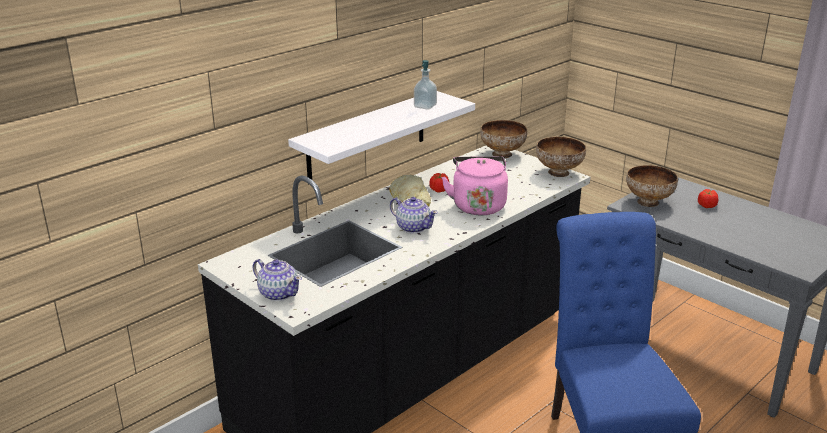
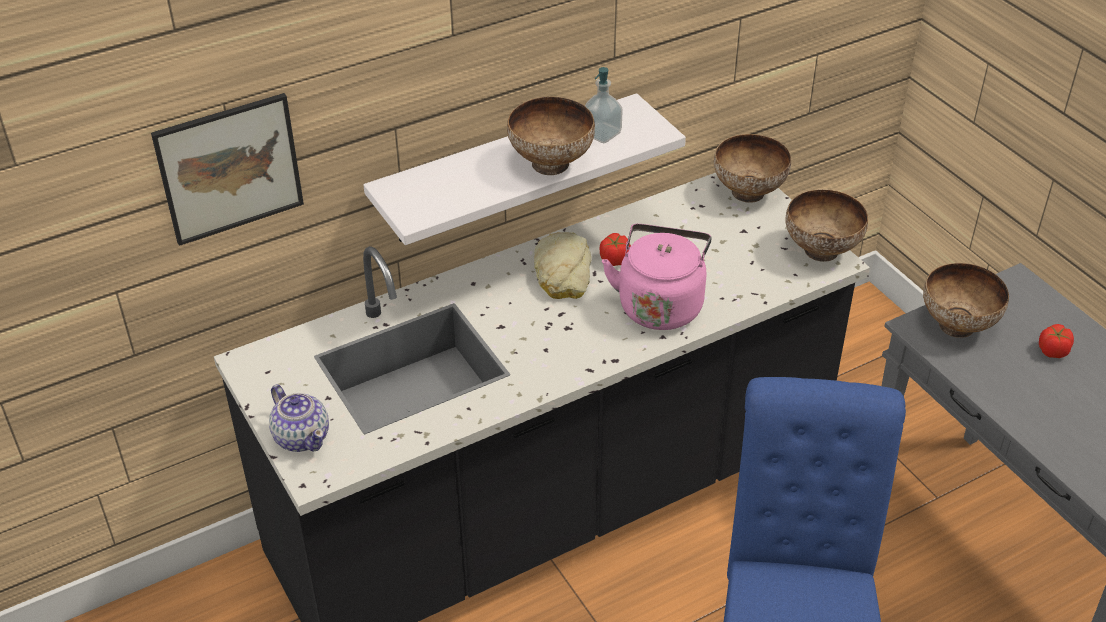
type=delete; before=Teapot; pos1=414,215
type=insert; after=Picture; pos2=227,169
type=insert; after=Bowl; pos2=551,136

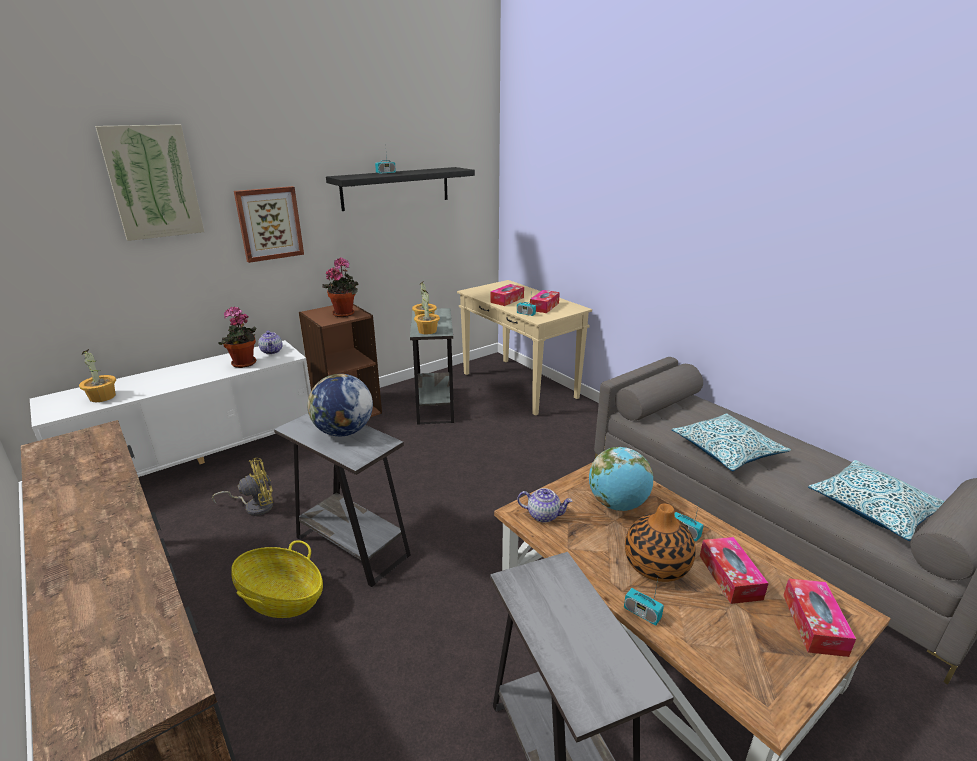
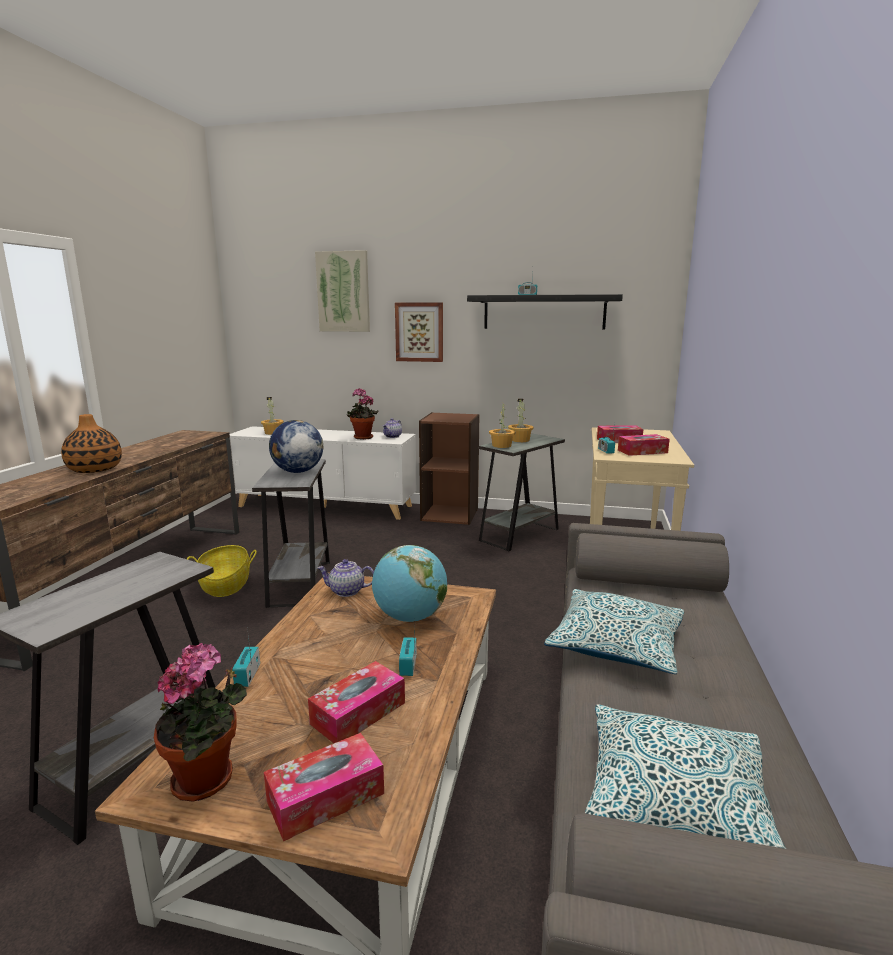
type=delete; before=YellowFan; pos1=242,487
type=move; before=PottedPlant; pos1=340,287; pos2=200,722
type=move; before=Vase; pos1=660,542; pos2=91,443
type=rotate; before=Teapot; pos1=544,505; pos2=345,578; turn=120

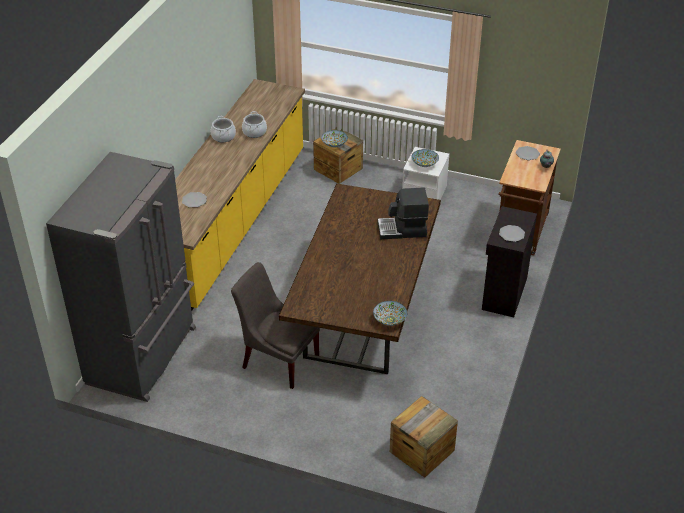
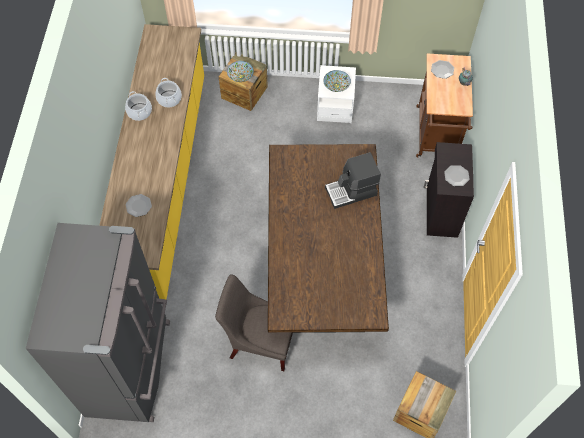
type=delete; before=Bowl; pos1=390,313

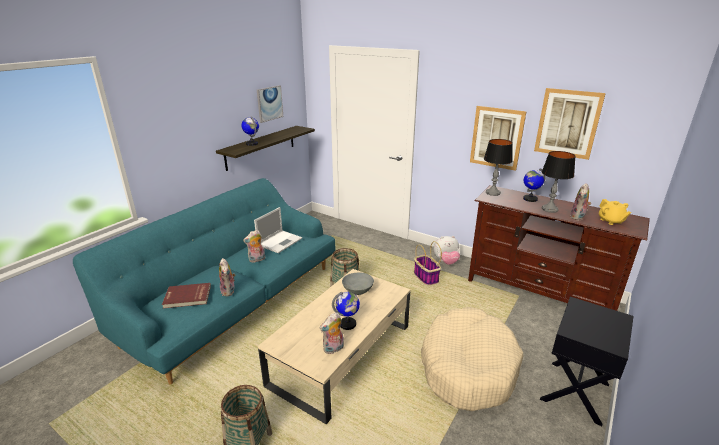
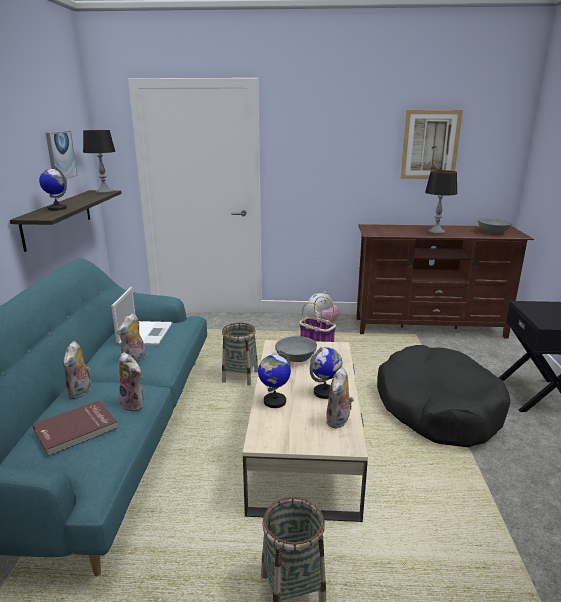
type=delete; before=Picture; pos1=498,138
type=move; before=TableLamp; pos1=498,167; pos2=99,162
type=move; before=Globe; pos1=534,185; pos2=274,379
type=move; before=PlushToy; pos1=580,201; pos2=77,370
type=replace; before=YellowTeapot; after=GreyBowl; pos1=615,212; pos2=495,225
type=recolor; before=BeigeDogBed; after=BlackDogBed; pos1=472,359; pos2=443,396

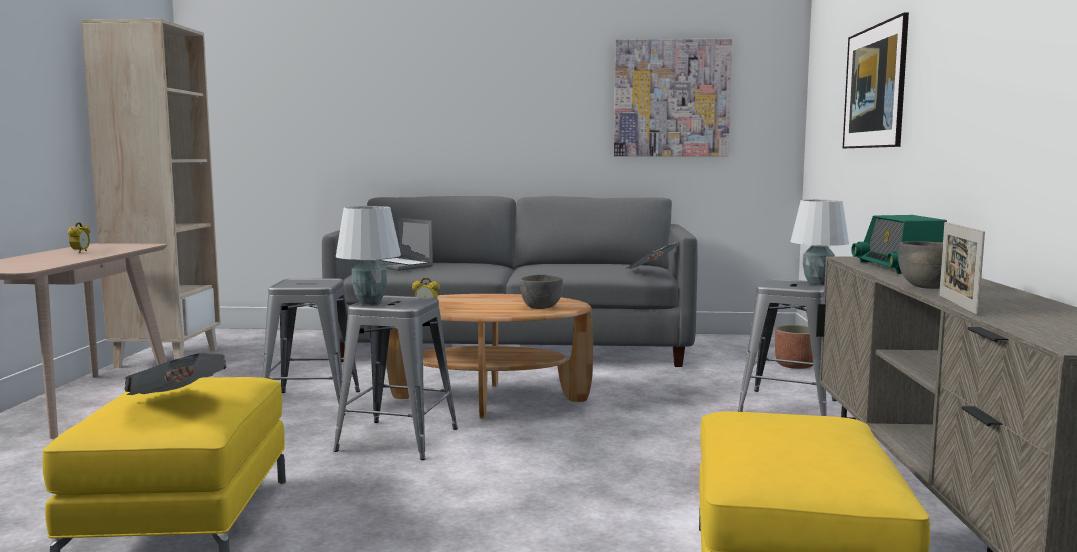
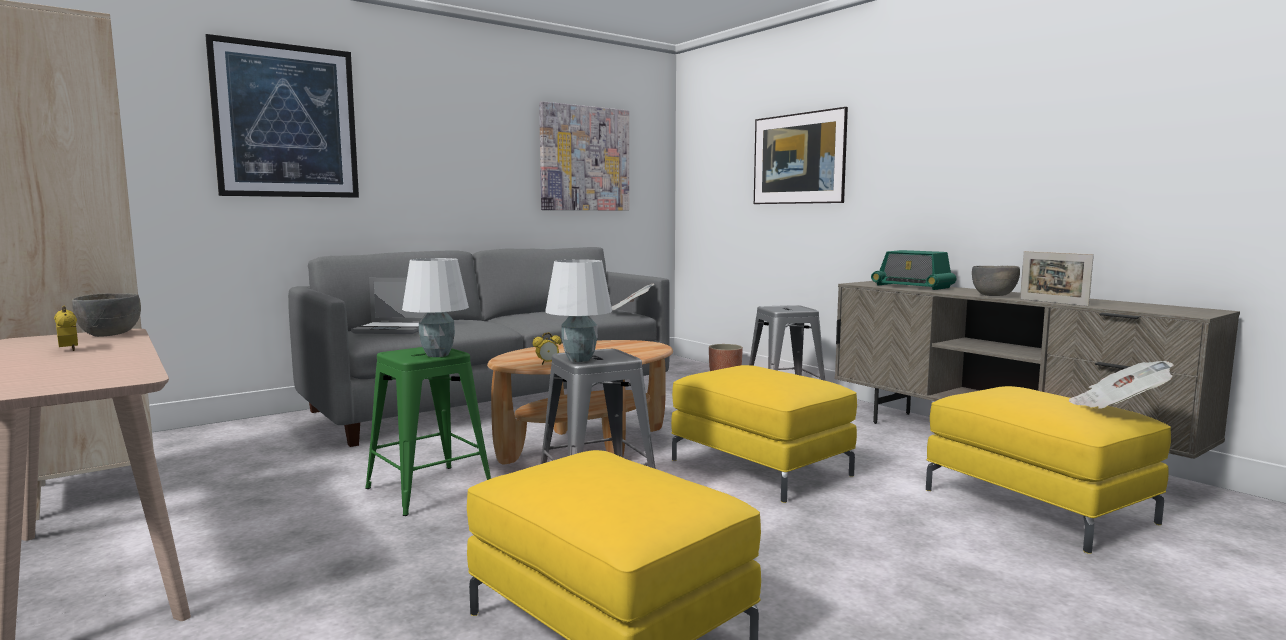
type=insert; after=Picture; pos2=282,116
type=insert; after=YellowOttoman; pos2=764,434
type=move; before=Newspaper; pos1=175,374; pos2=1121,385
type=move; before=GreyBowl; pos1=541,291; pos2=106,315
type=move; before=WhiteTableLamp; pos1=819,242; pos2=435,307
type=recolor; before=GreyStool; after=GreenStool; pos1=311,347; pos2=428,431

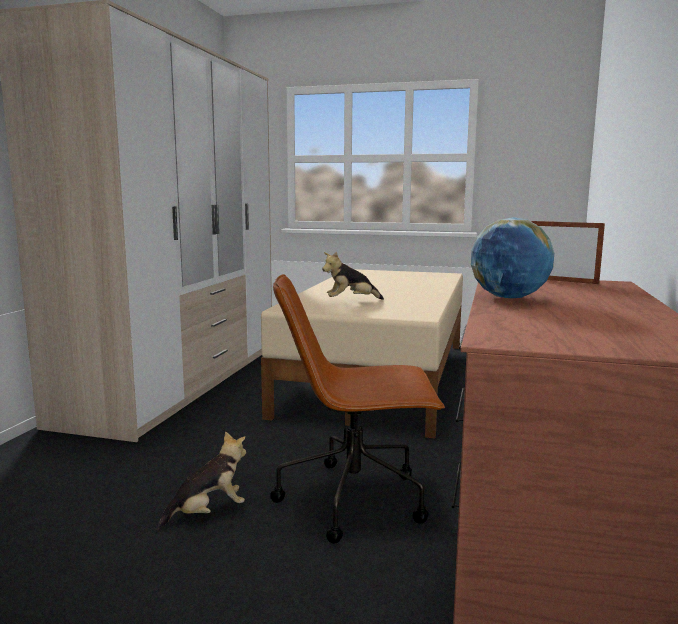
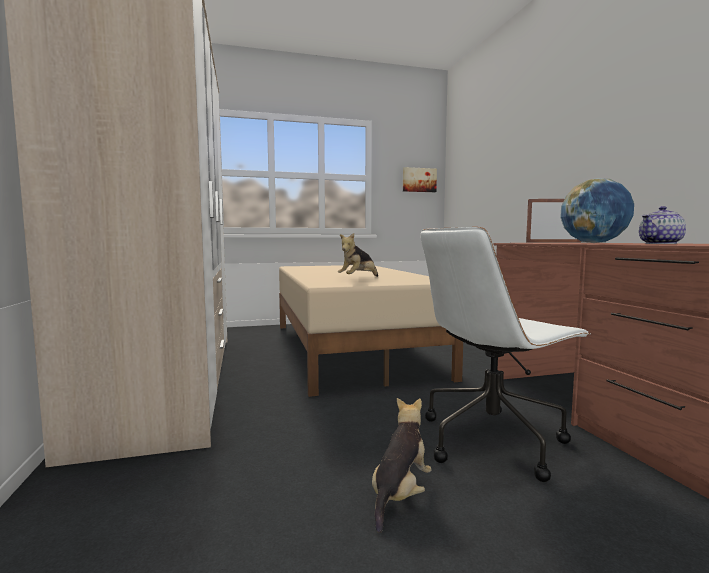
type=insert; after=Picture; pos2=420,179
type=insert; after=Teapot; pos2=662,225
type=recolor; before=BrownOfficeChair; after=WhiteOfficeChair; pos1=357,409; pos2=505,354

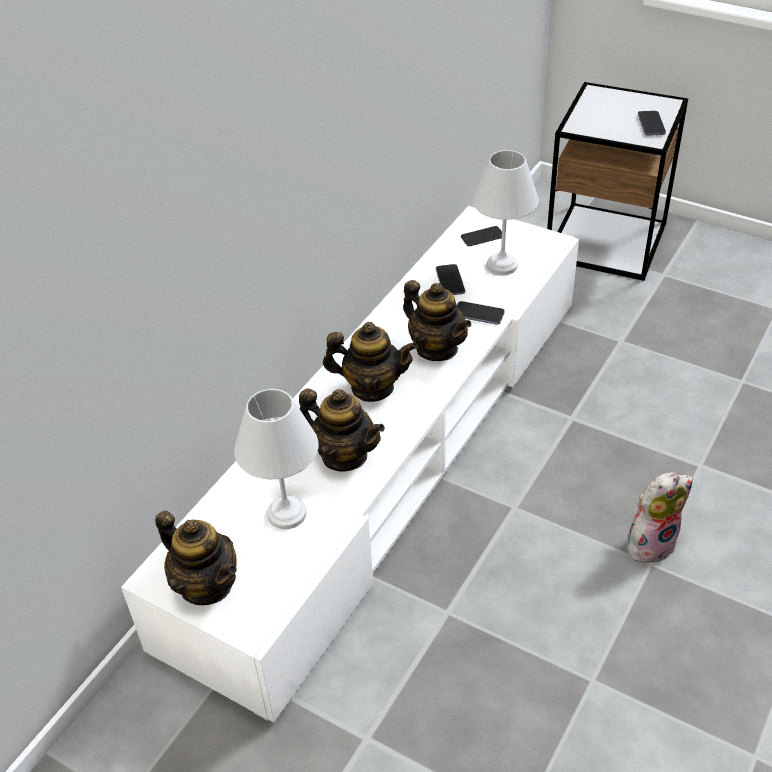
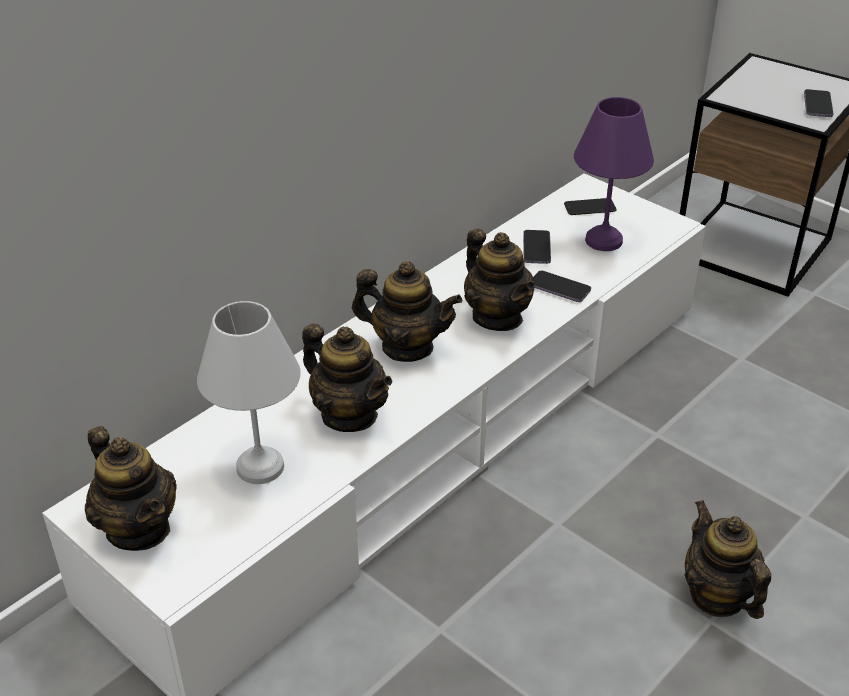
type=replace; before=PlushToy; after=Teapot; pos1=660,517; pos2=728,559
type=recolor; before=WhiteTableLamp; after=PurpleTableLamp; pos1=505,212; pos2=614,174

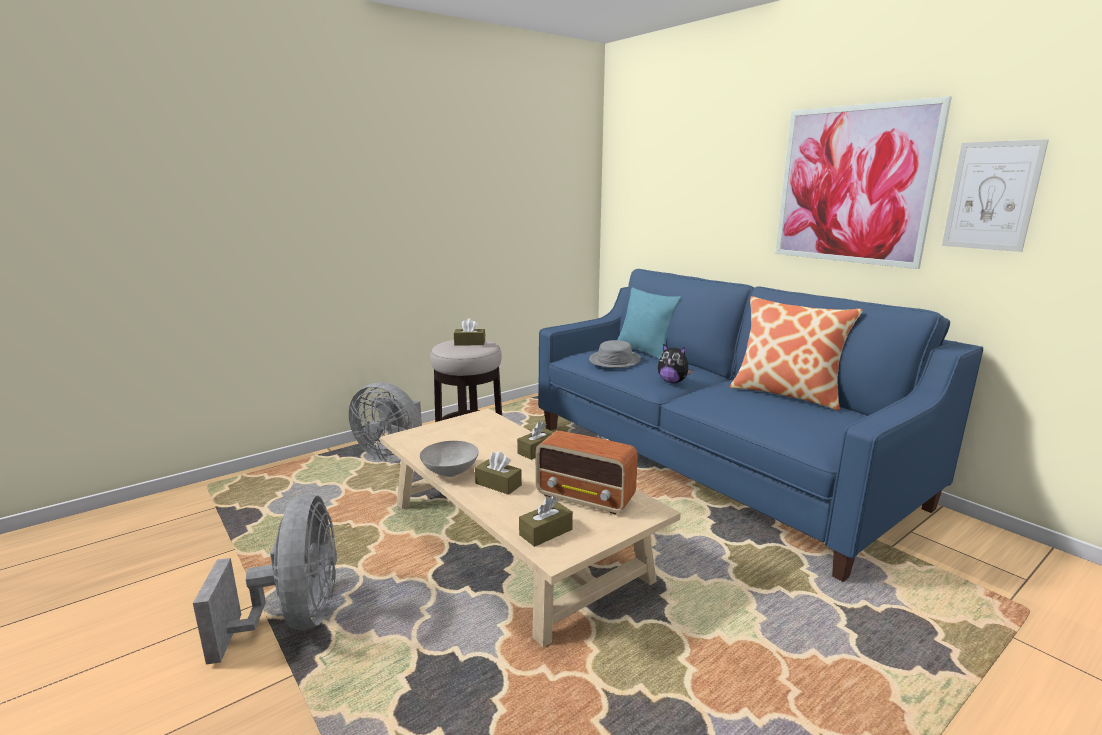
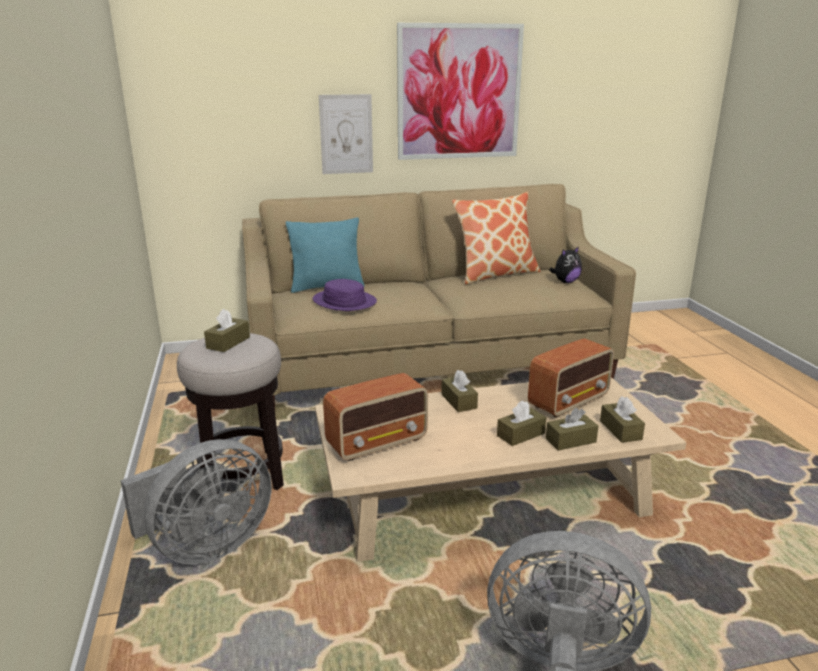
type=delete; before=GreyBowl; pos1=449,459
type=insert; after=Radio; pos2=375,417
type=insert; after=BrownTissueBox; pos2=572,429
type=move; before=PlushToy; pos1=675,363; pos2=565,264
type=move; before=Picture; pos1=995,195; pos2=346,134
type=recolor; before=BlueSofa; after=BeigeSofa; pos1=760,425; pos2=439,296
type=recolor; before=GreyHat; after=PurpleHat; pos1=615,354; pos2=345,295

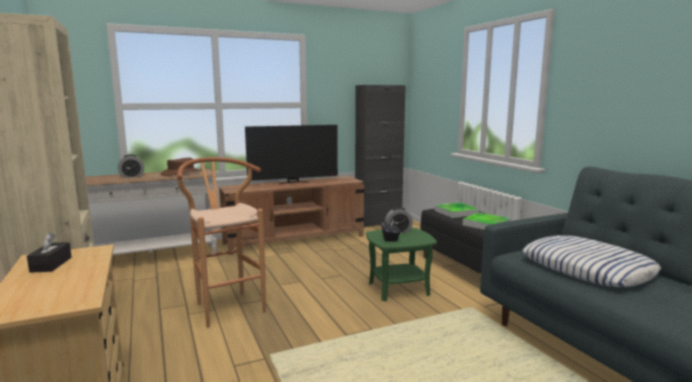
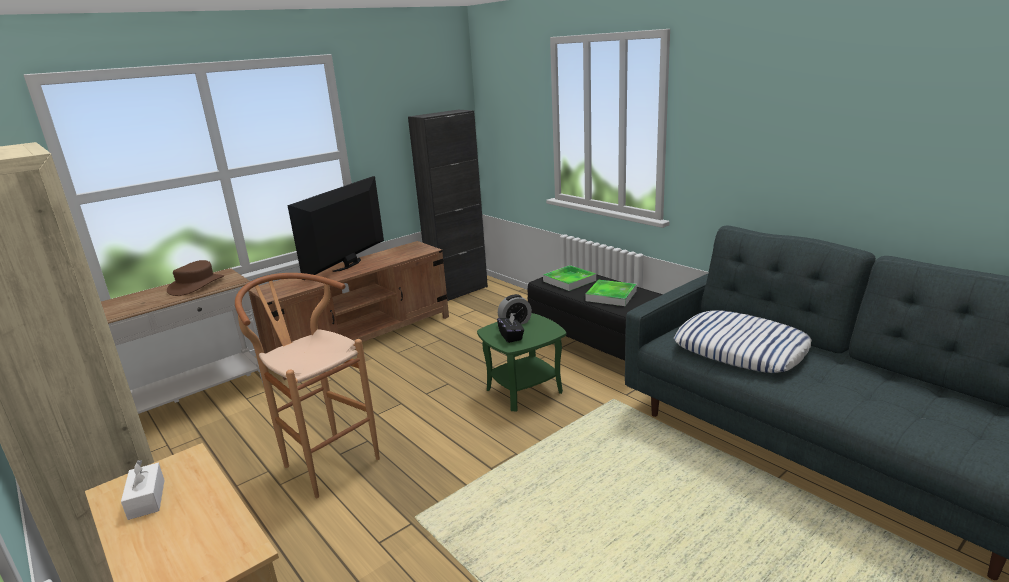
type=delete; before=AlarmClock; pos1=131,166
type=recolor; before=BlackTissueBox; after=WhiteTissueBox; pos1=49,253; pos2=142,490
type=rotate; before=Television; pos1=291,154; pos2=336,228; turn=150

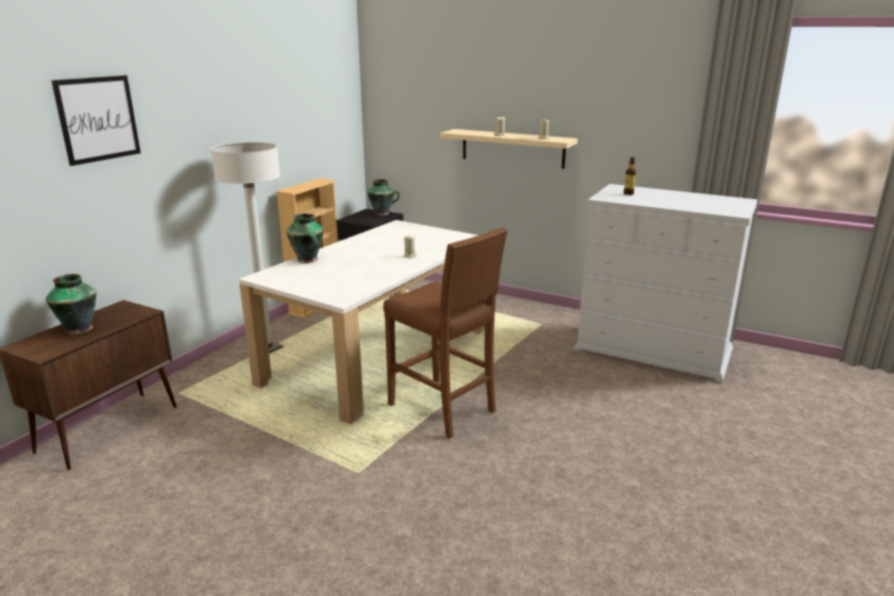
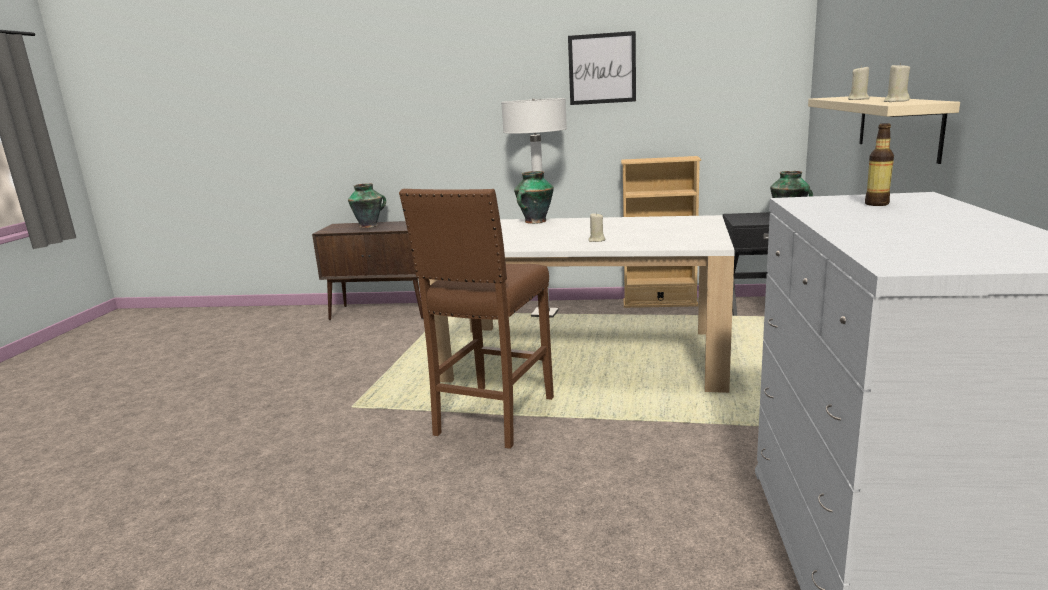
type=move; before=Picture; pos1=96,120; pos2=602,68

